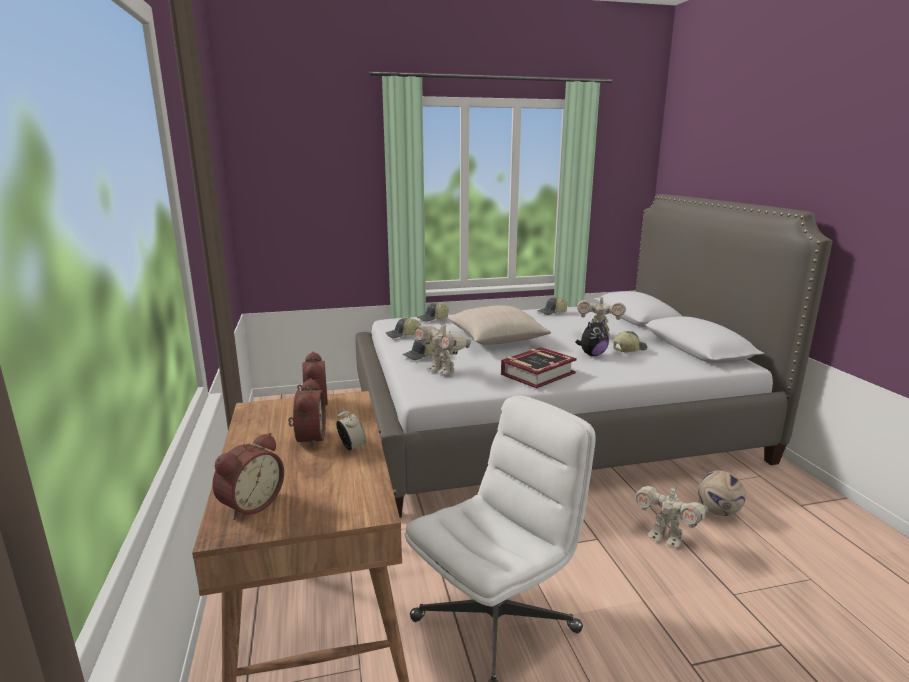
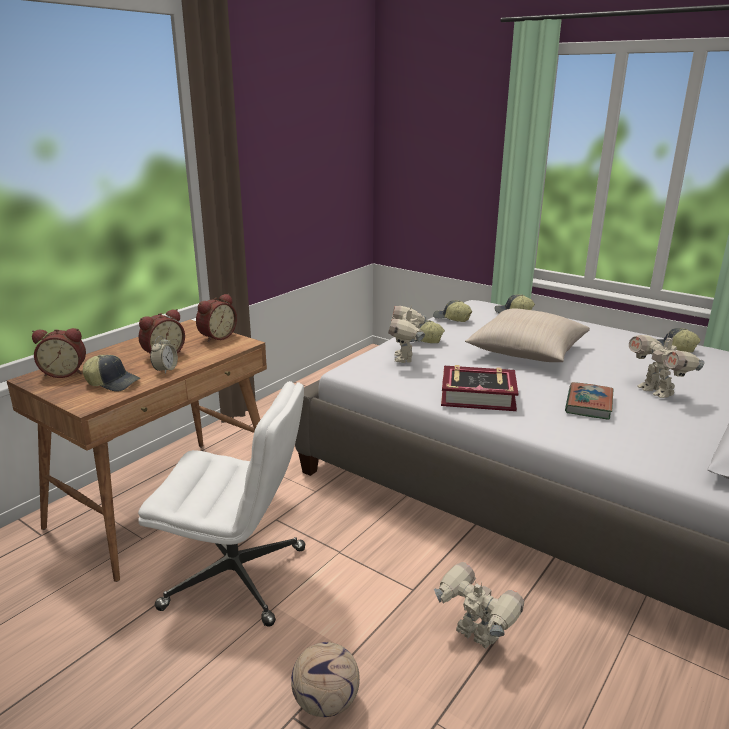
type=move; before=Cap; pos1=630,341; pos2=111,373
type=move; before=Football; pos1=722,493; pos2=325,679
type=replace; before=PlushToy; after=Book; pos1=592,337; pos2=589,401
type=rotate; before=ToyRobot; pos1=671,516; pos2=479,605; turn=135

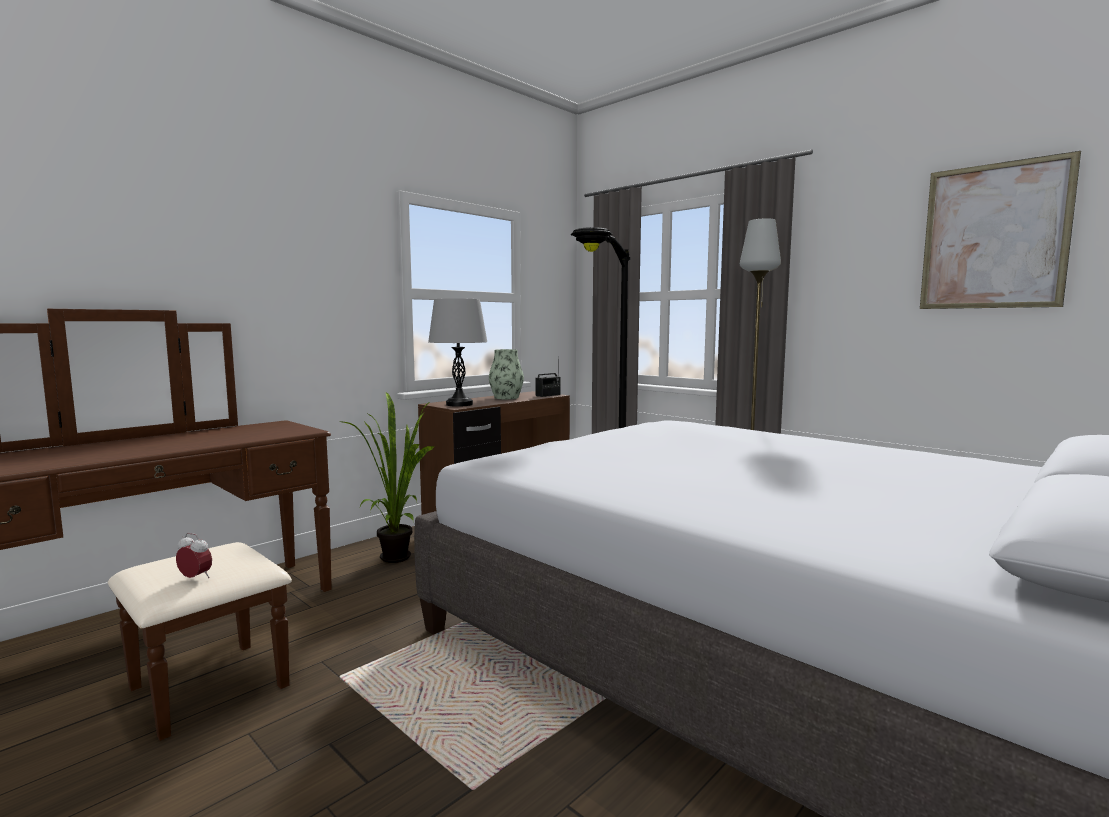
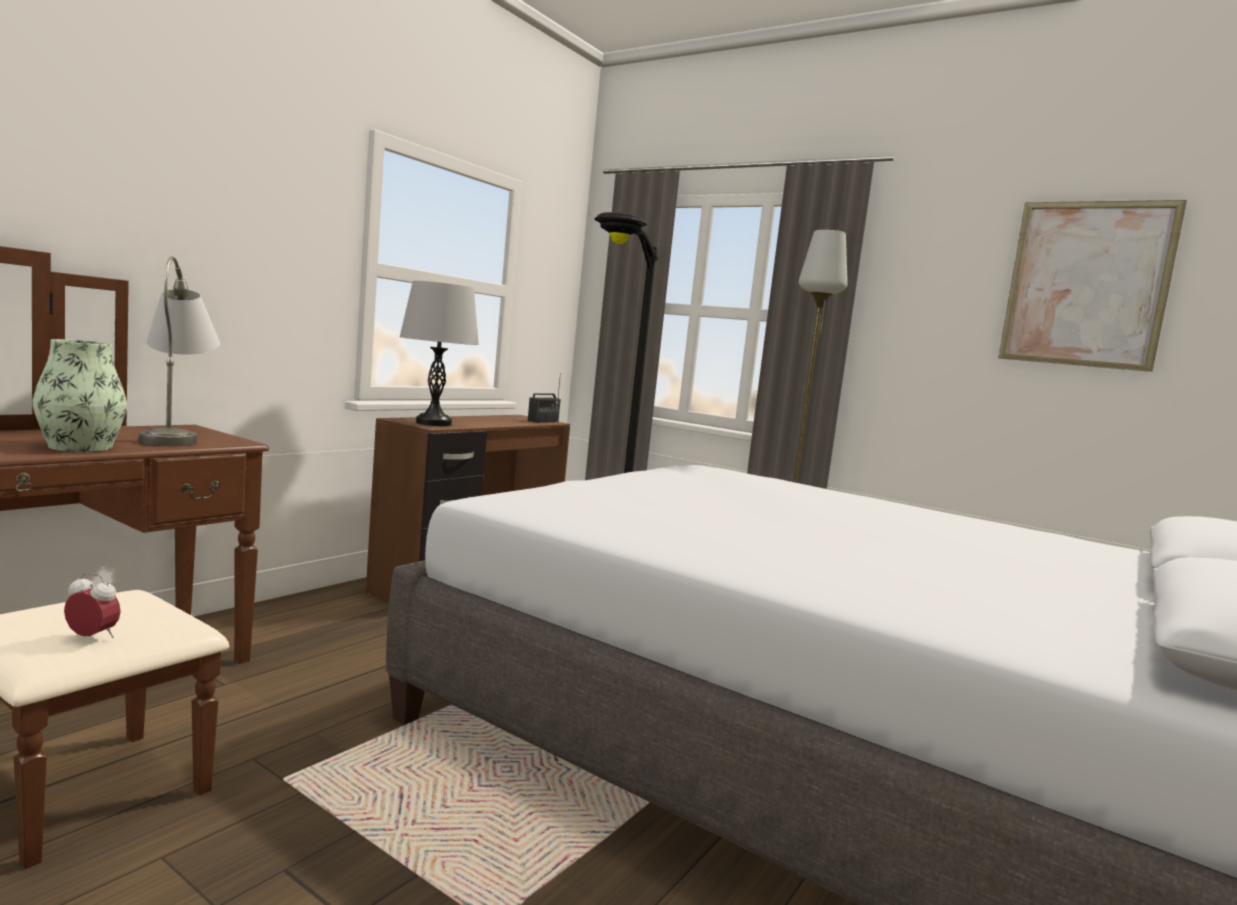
type=delete; before=PottedPlant; pos1=386,477
type=insert; after=GreyTableLamp; pos2=179,351
type=move; before=Vase; pos1=506,374; pos2=80,395

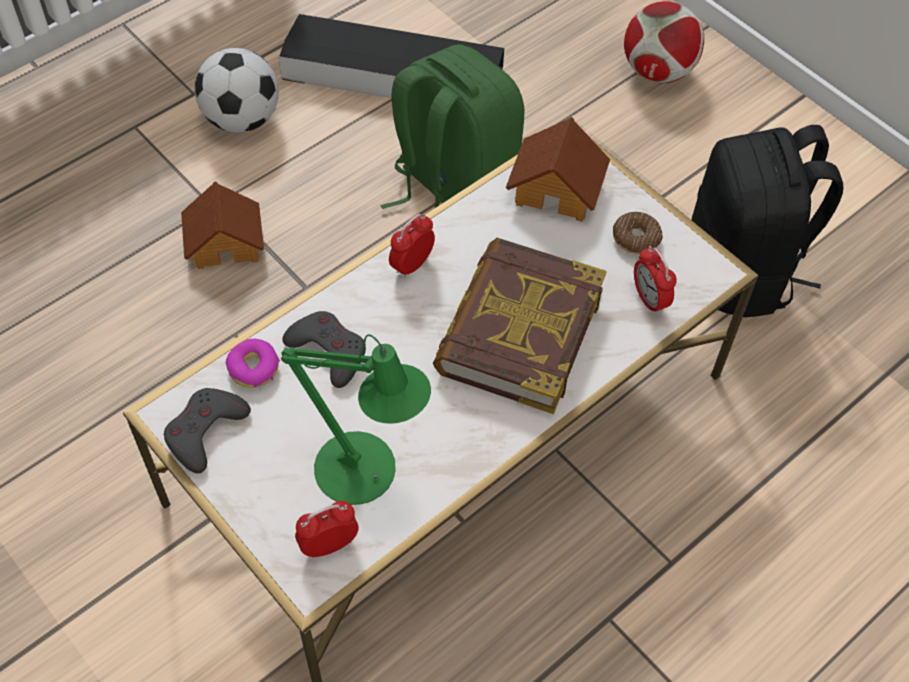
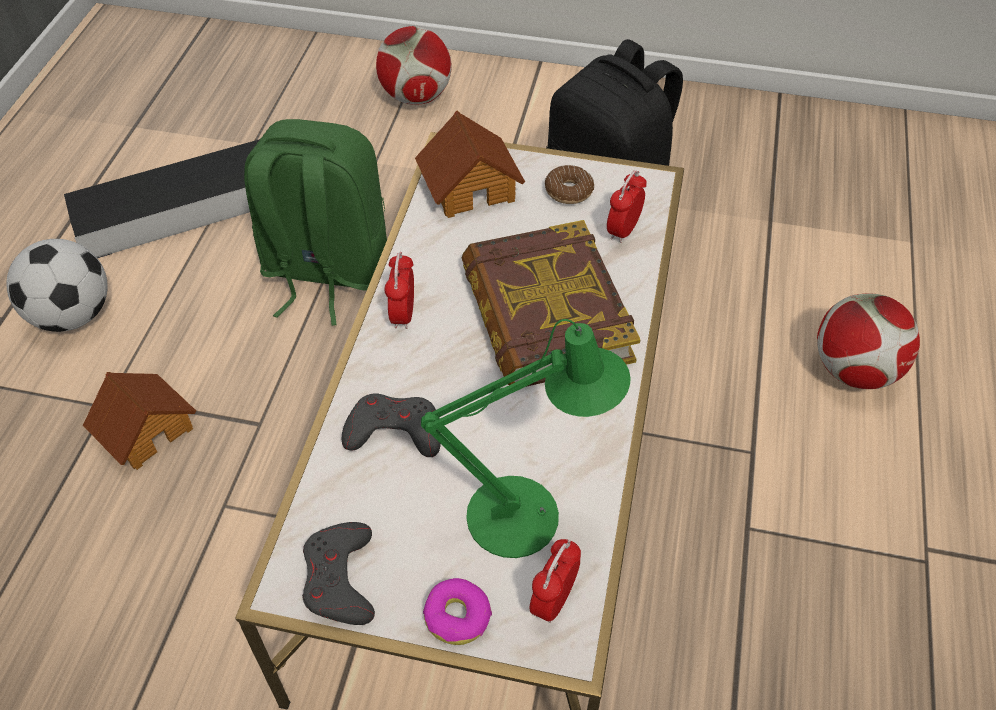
type=insert; after=Football; pos2=868,341
type=move; before=Donut; pos1=253,363; pos2=457,611
type=rotate; before=AlarmClock; pos1=655,280; pos2=627,206; turn=90

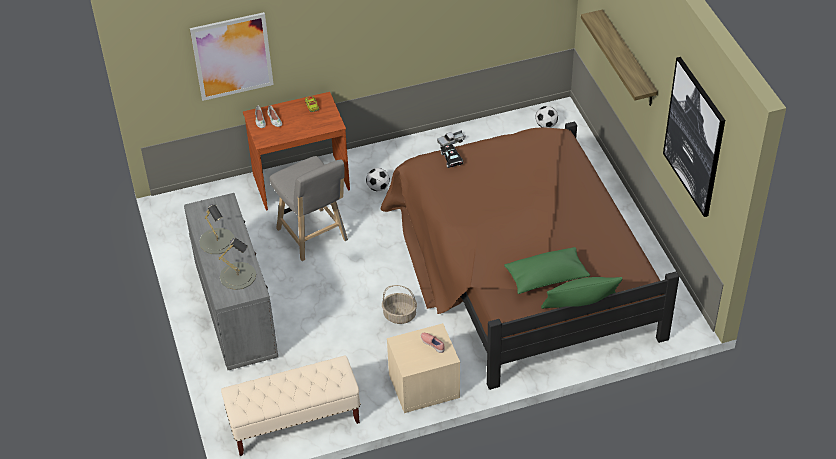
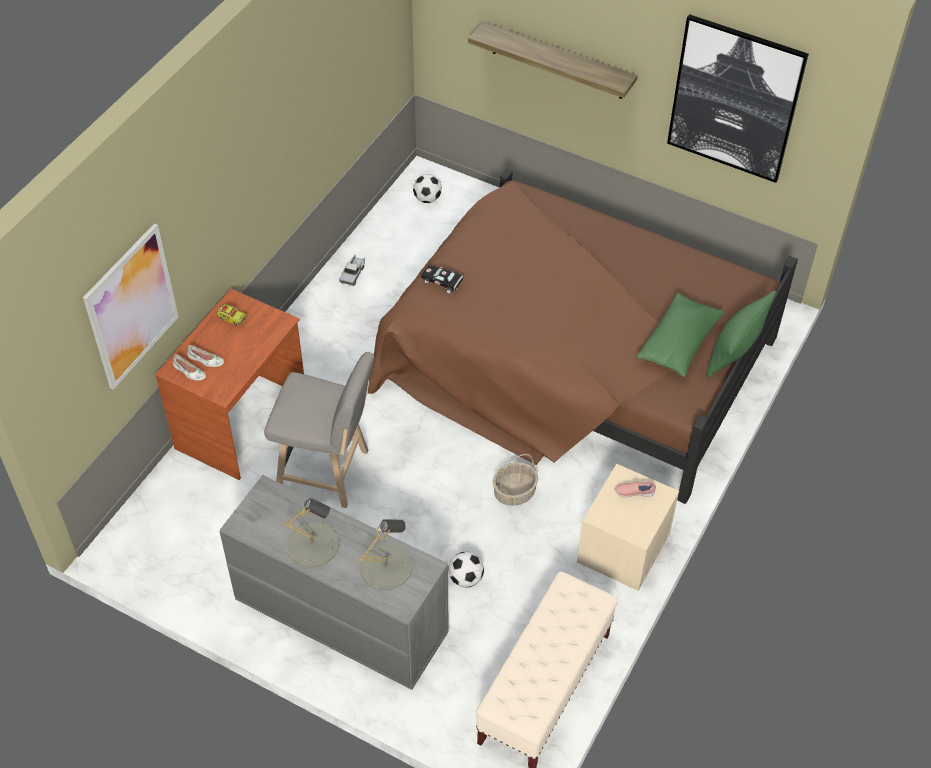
type=move; before=Football; pos1=378,179; pos2=466,570

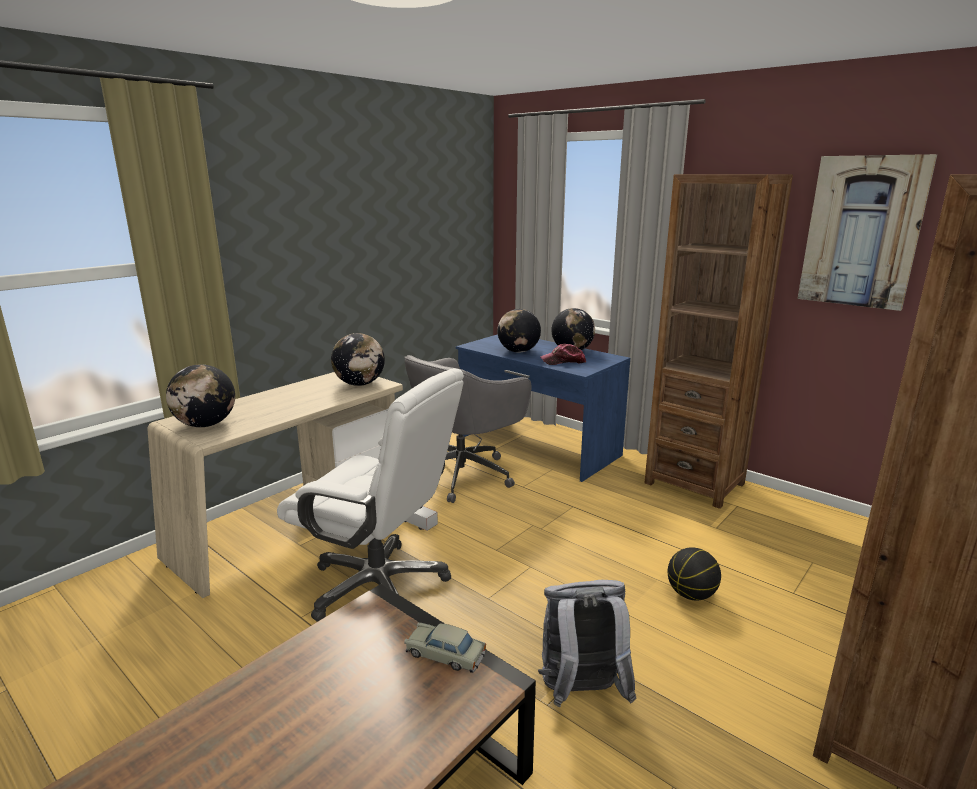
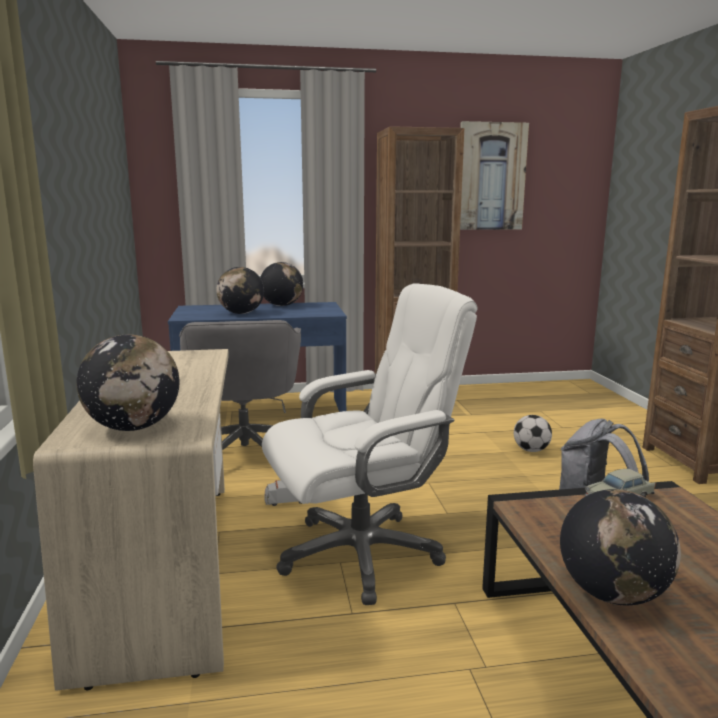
type=delete; before=Cap; pos1=563,354
type=move; before=Globe; pos1=358,359; pos2=620,547
type=replace; before=Basketball; after=Football; pos1=694,573; pos2=533,433

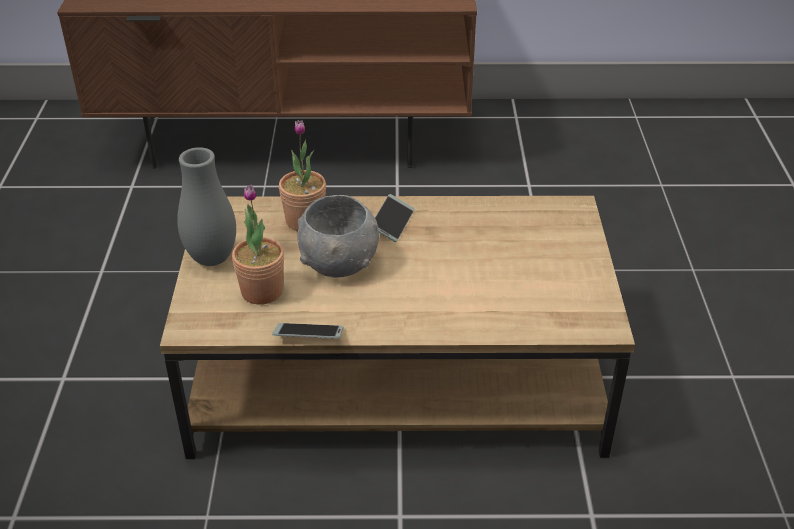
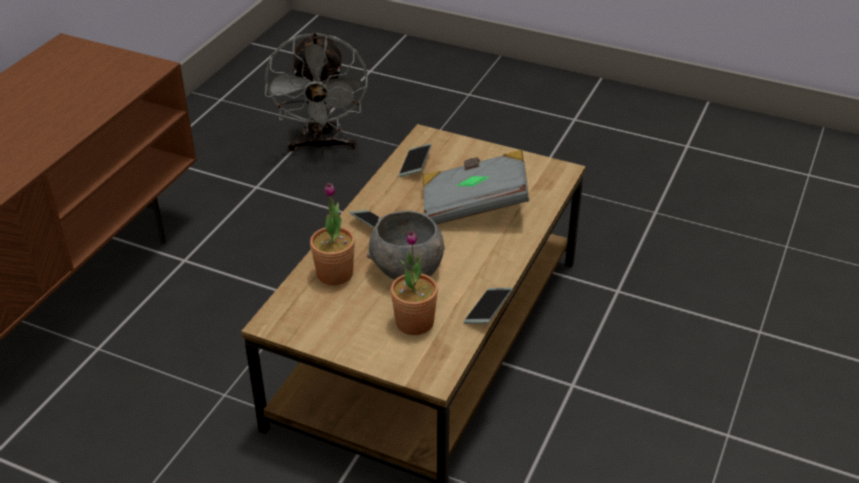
type=delete; before=GreyVase; pos1=206,206
type=insert; after=GreyFan; pos2=316,92
type=insert; after=Phone; pos2=415,160
type=insert; after=GreyBook; pos2=476,187

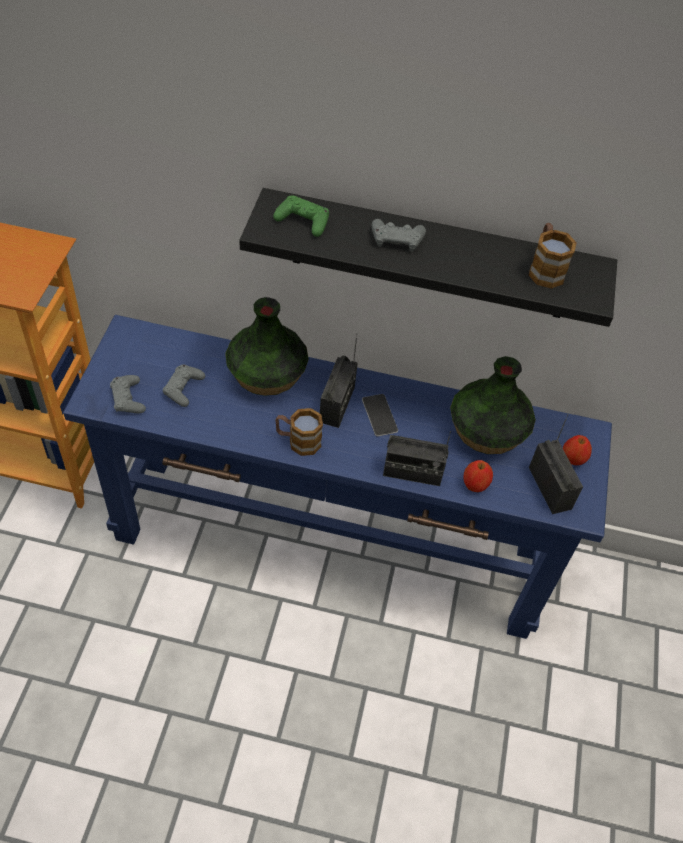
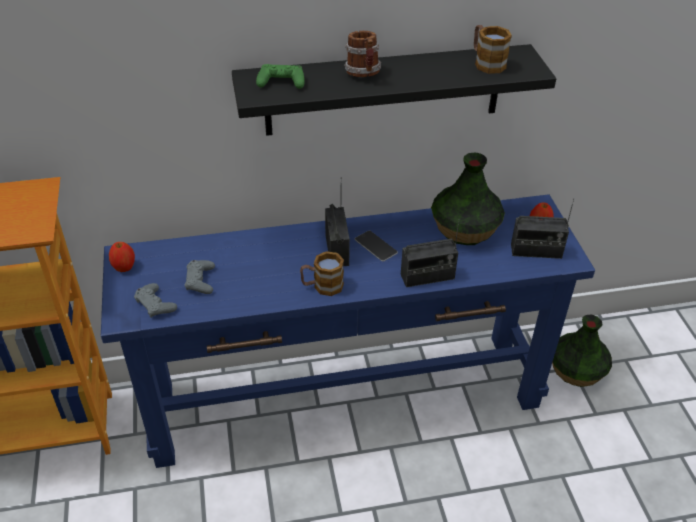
type=move; before=Vase; pos1=267,346; pos2=582,351
type=move; before=Apple; pos1=478,476; pos2=122,257
type=replace; before=GreyGameController; after=Mug; pos1=399,235; pos2=362,54
type=rotate; before=Radio; pos1=556,464; pos2=542,228; turn=135

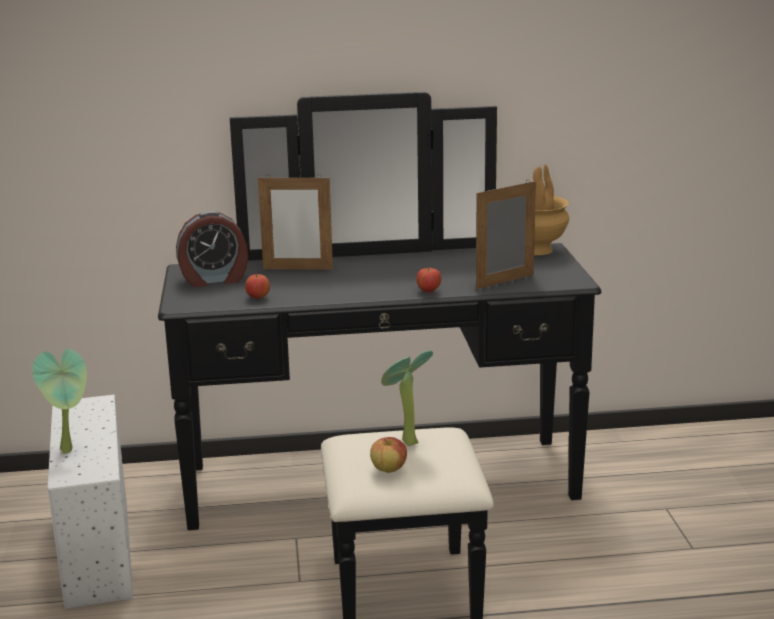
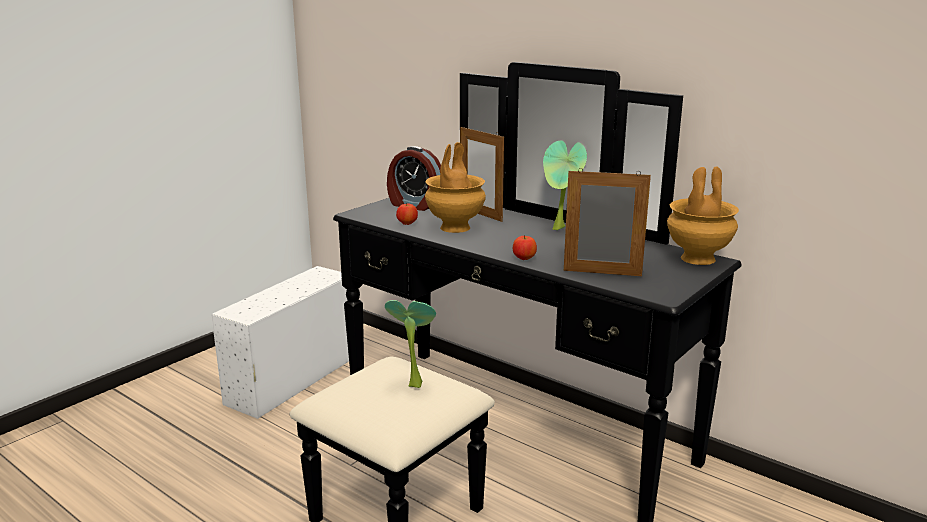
type=delete; before=Apple; pos1=388,455
type=insert; after=BrownVase; pos2=455,187
type=move; before=PottedPlant; pos1=59,401; pos2=565,185

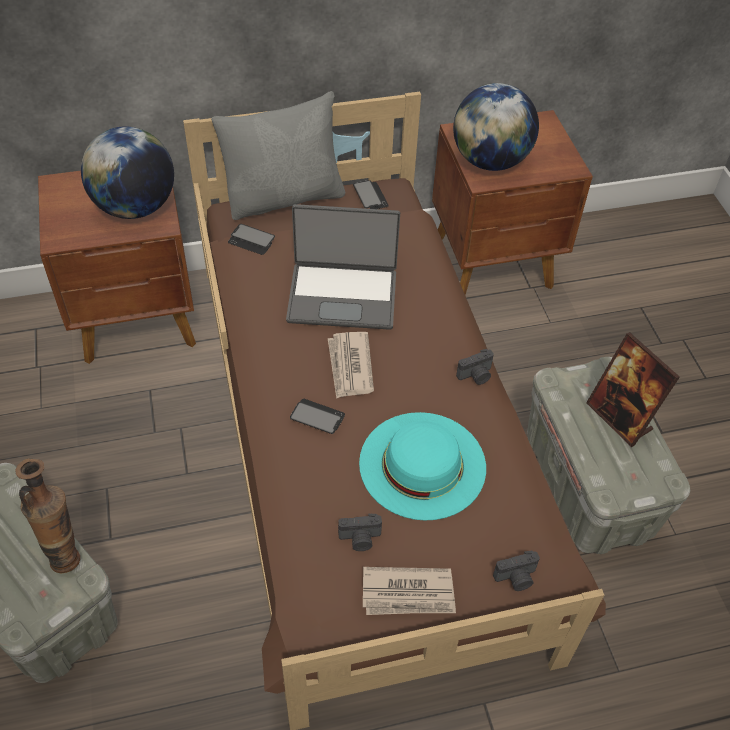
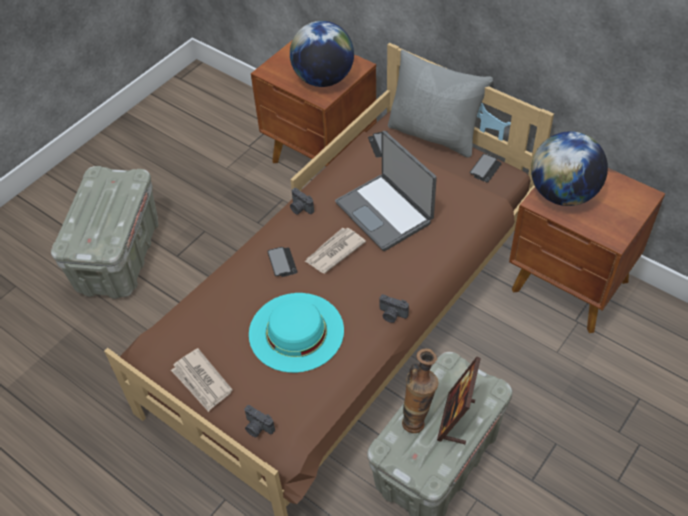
type=move; before=Vase; pos1=47,515; pos2=420,391
type=move; before=PhotoCamera; pos1=360,532; pos2=302,201

